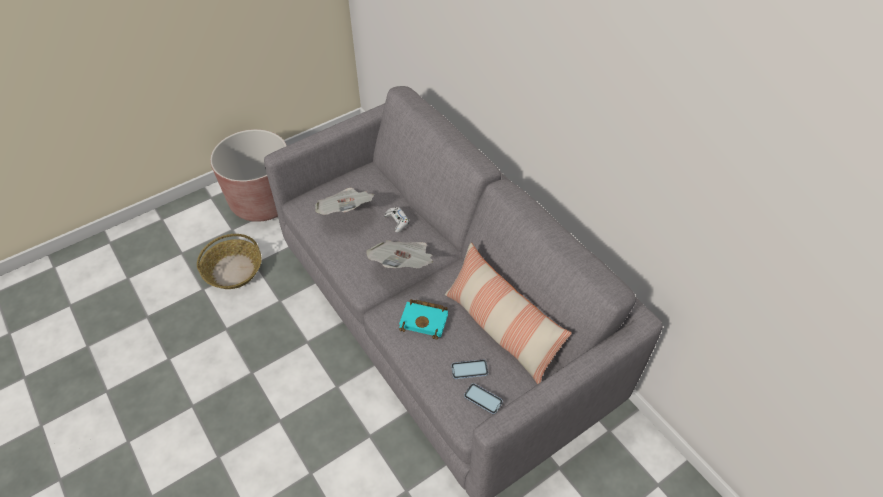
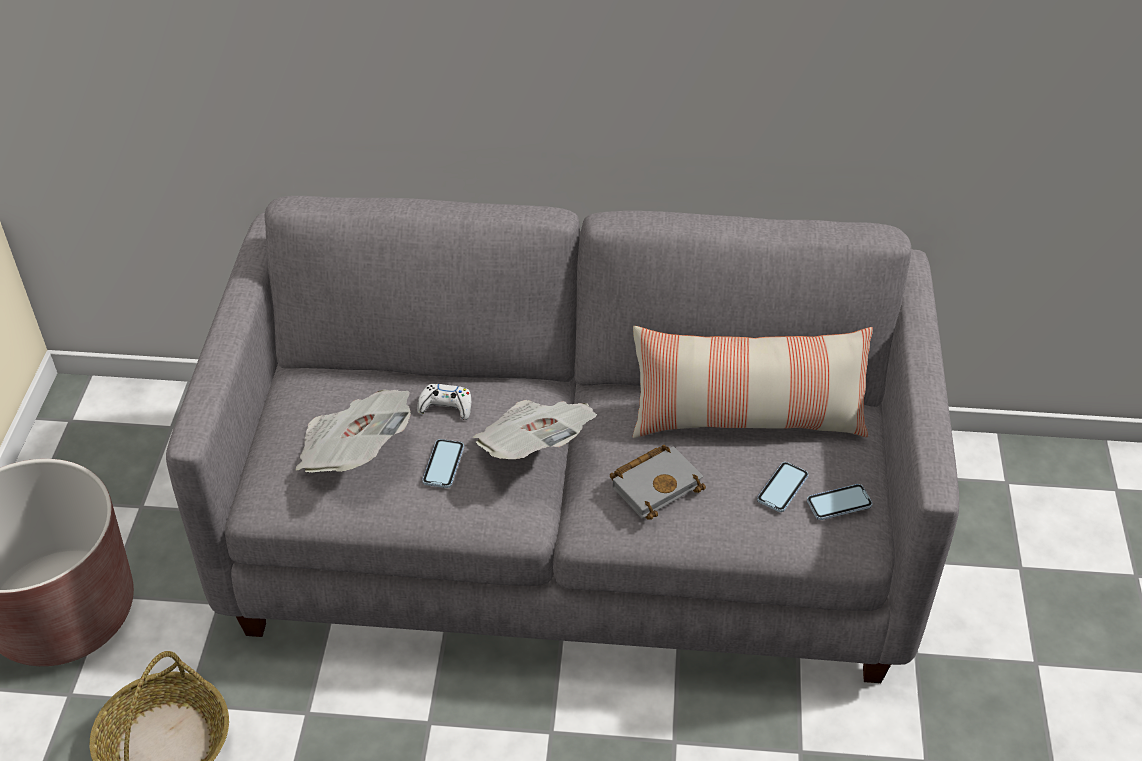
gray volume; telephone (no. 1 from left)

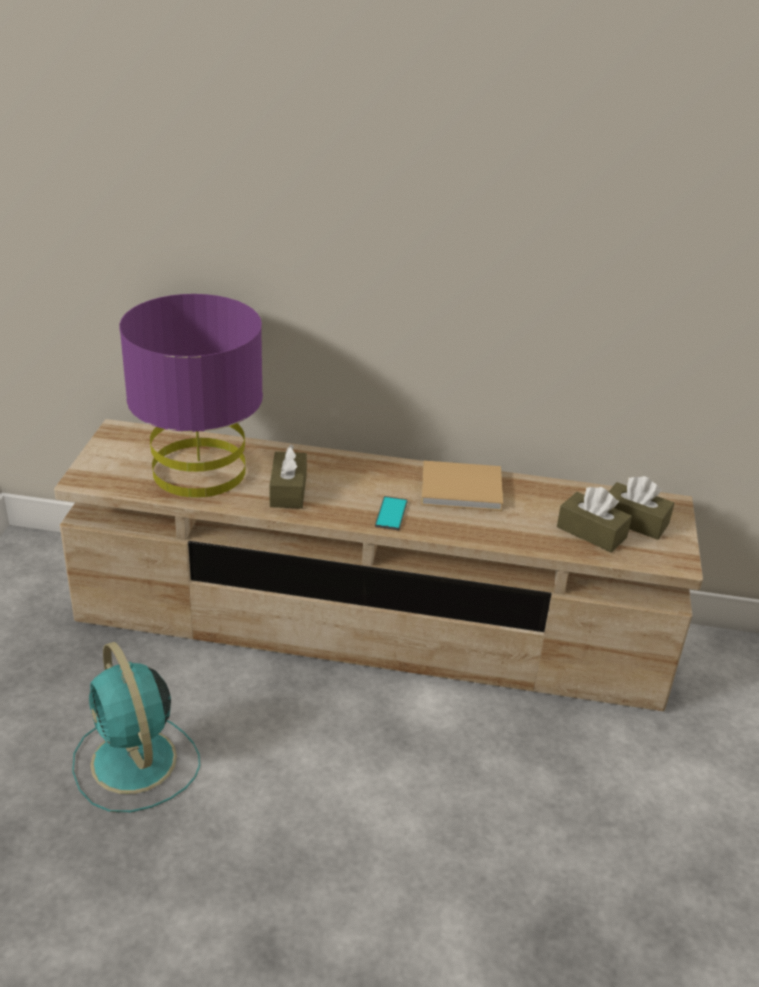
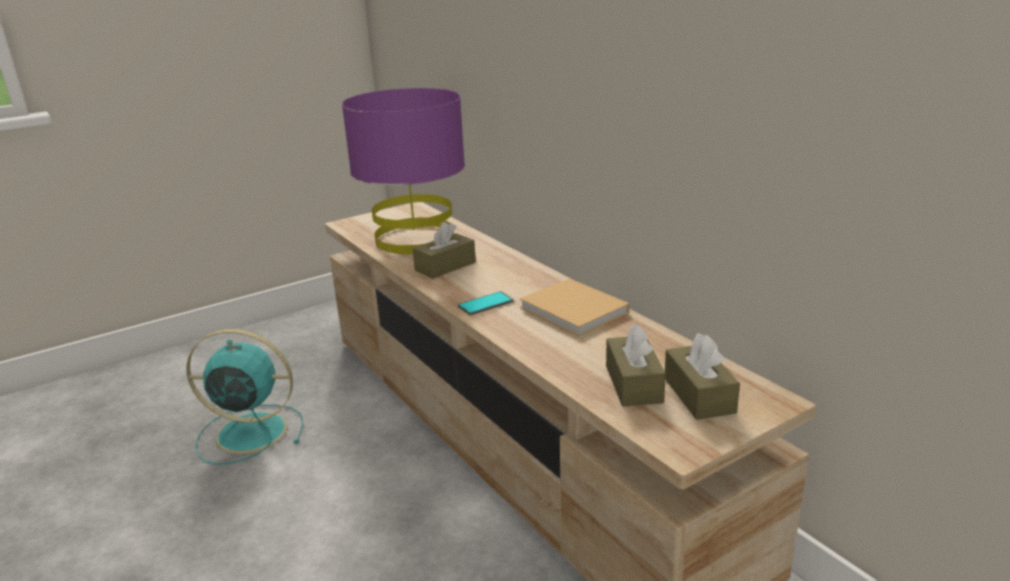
turquoise-coloured fan

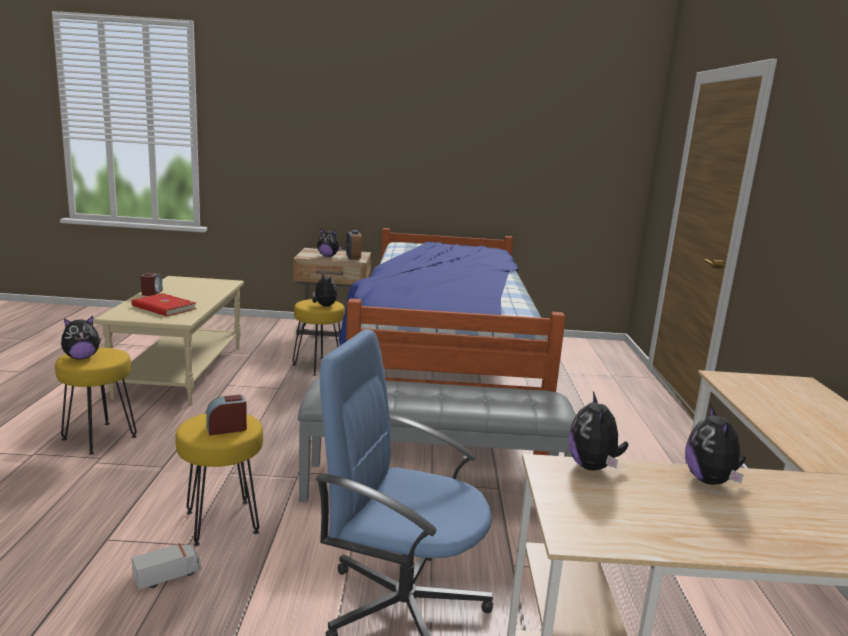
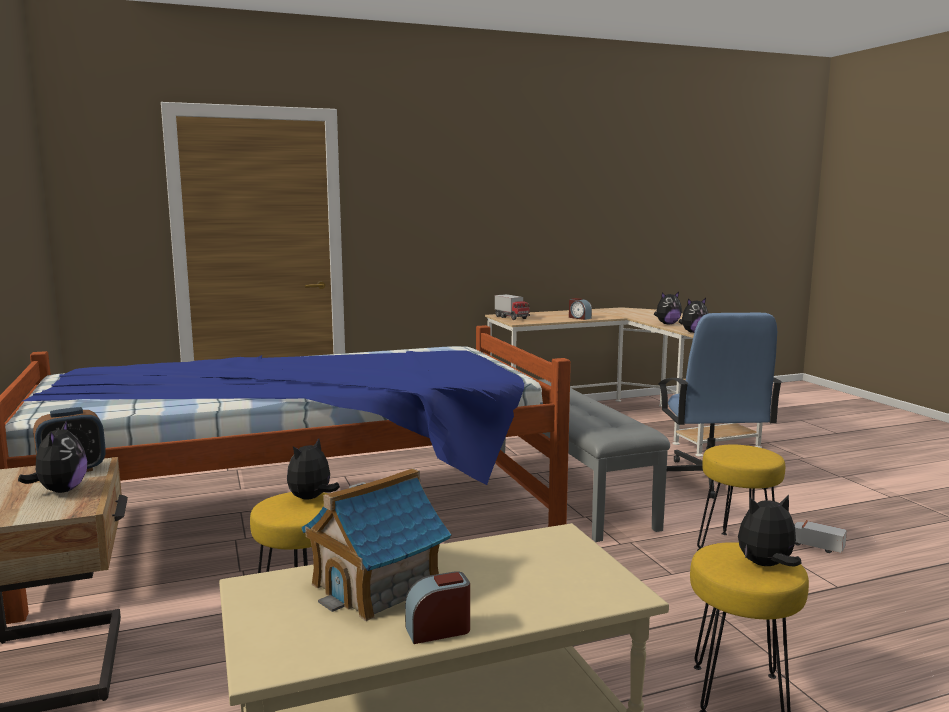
reddish volume; cuddly toy (no. 5 from left); alarm clock (no. 3 from left); toy truck (no. 1 from left); miniature house

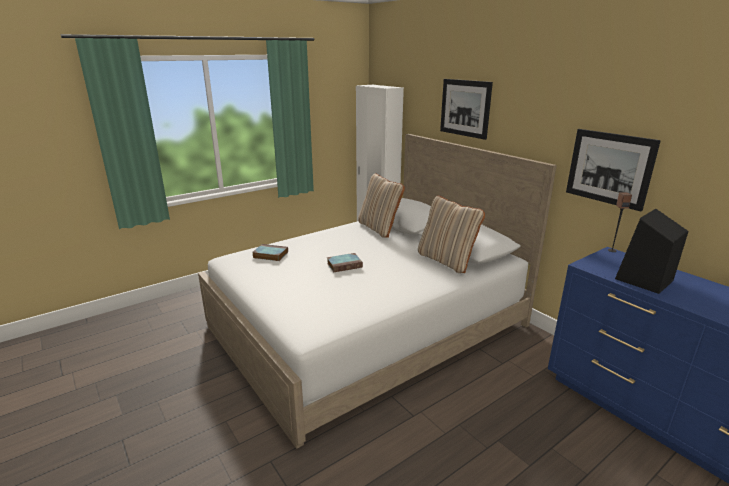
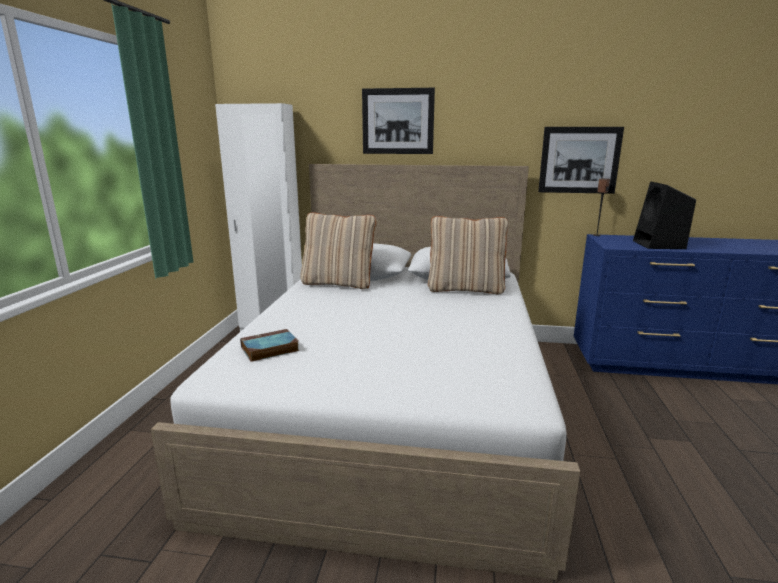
volume (no. 2 from left in the first image)

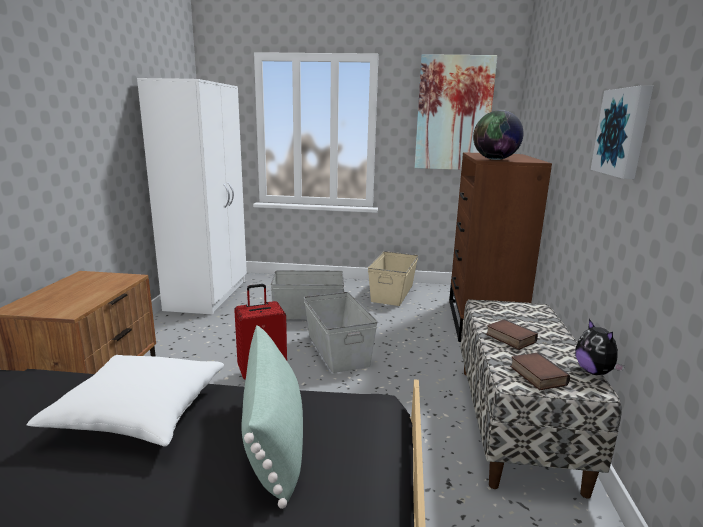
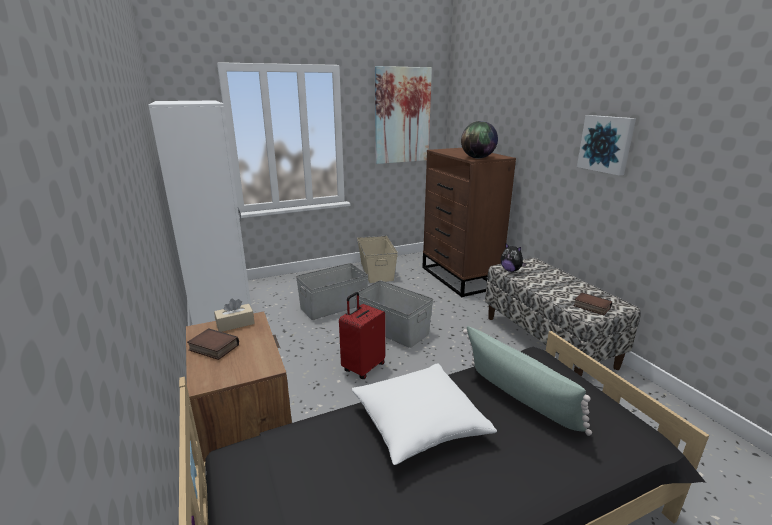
volume (no. 1 from left); cuddly toy; beige box of tissues

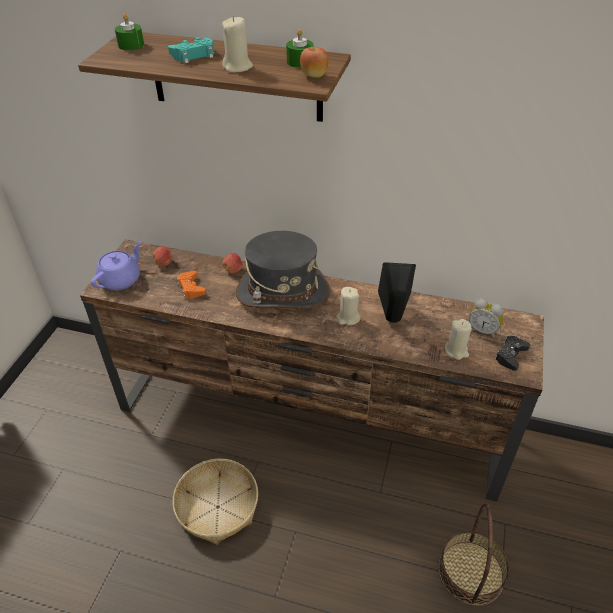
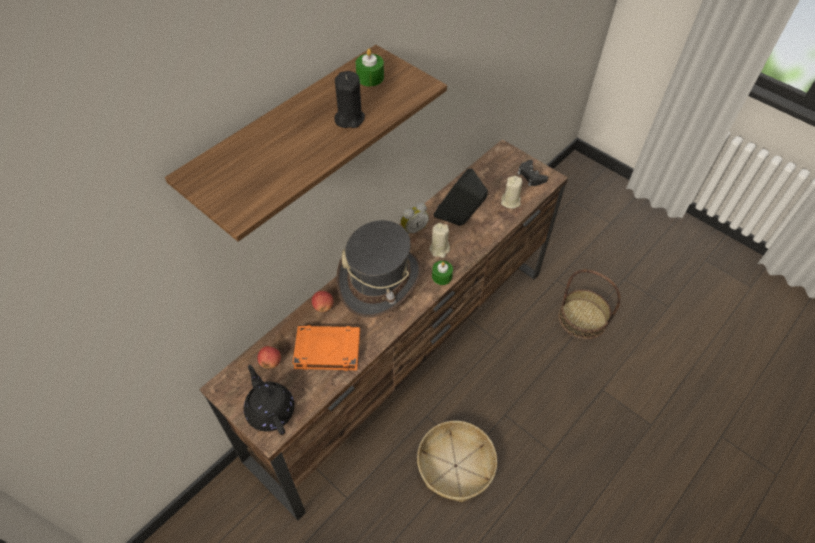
green candle (no. 2 from left); black candle; turquoise-coloured game controller; apple (no. 3 from left in the first image); black pot for tea; orange volume; alarm clock

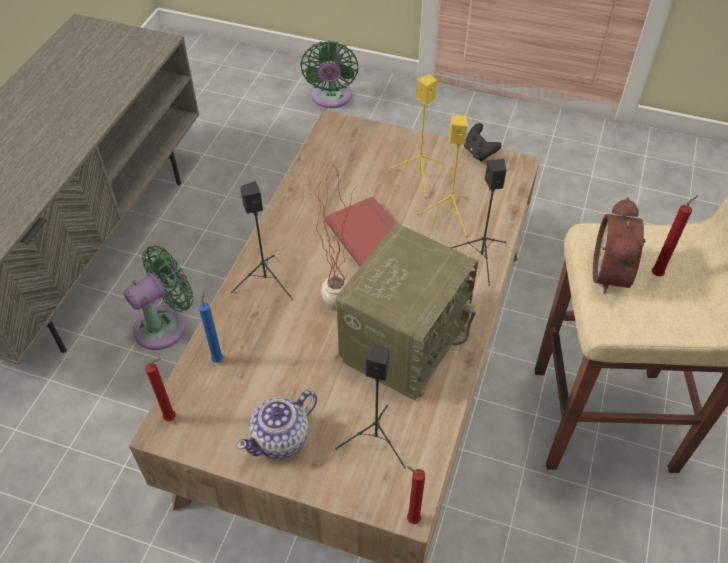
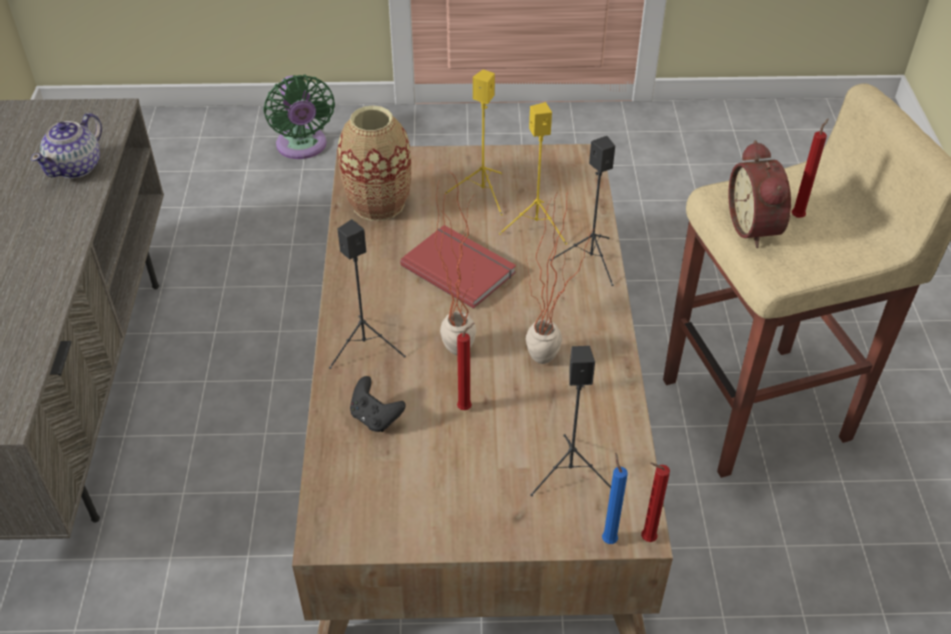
black game controller; houseplant (no. 2 from left); green fan (no. 1 from left in the first image); bluish candle; reddish candle (no. 1 from left); pot for tea; vase

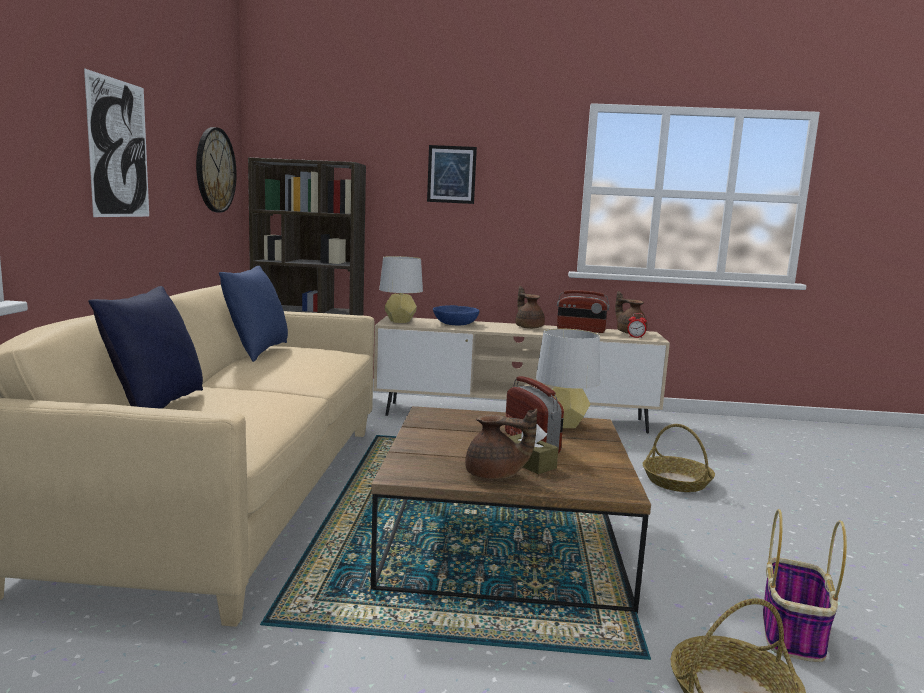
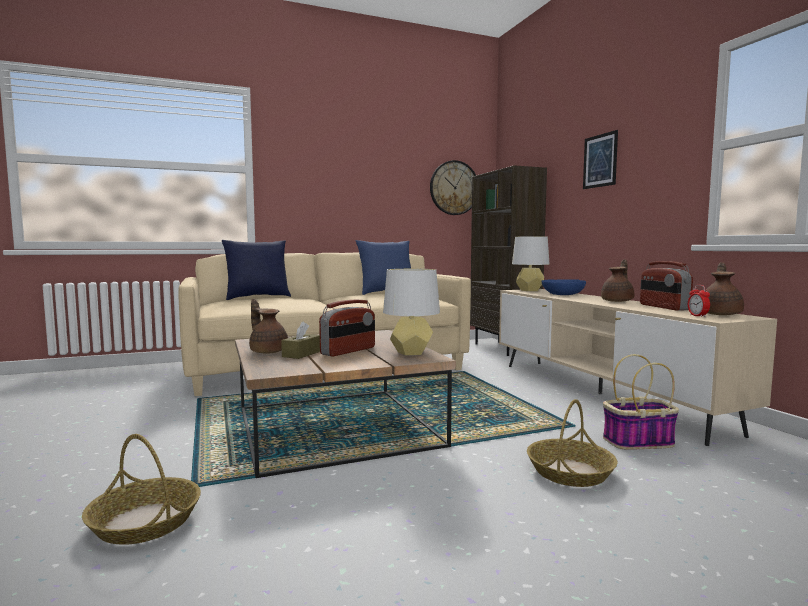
wall picture (no. 1 from left in the first image); brown pot for tea (no. 1 from left); storage basket (no. 3 from left)

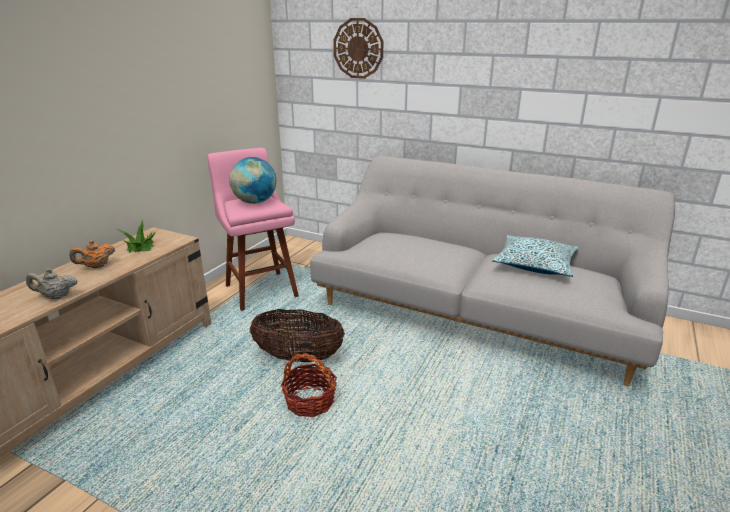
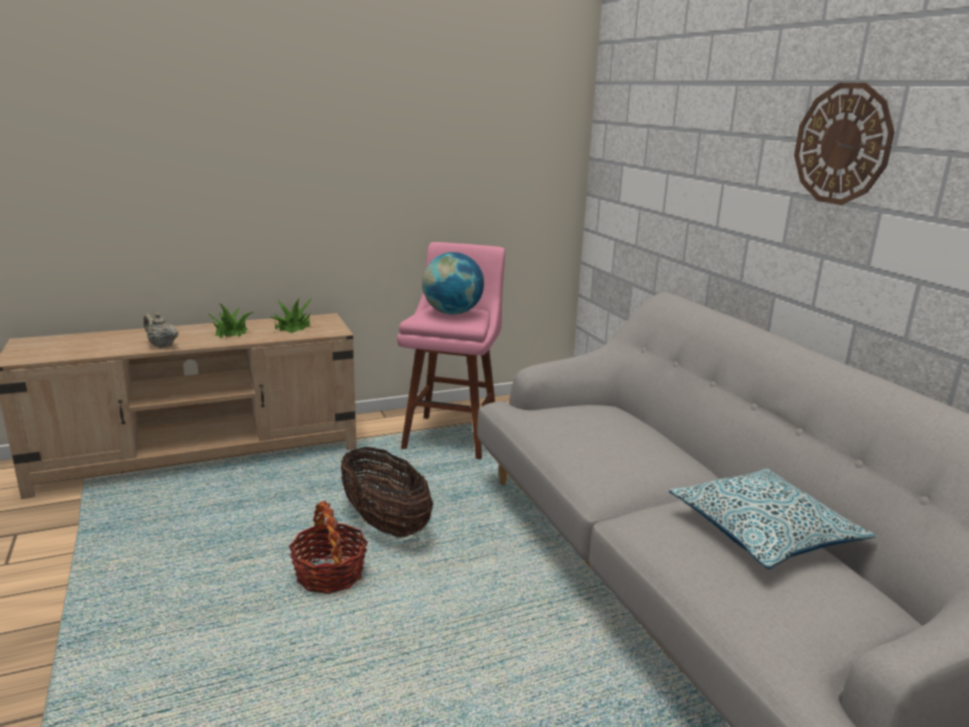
hanging clock; houseplant (no. 1 from left)

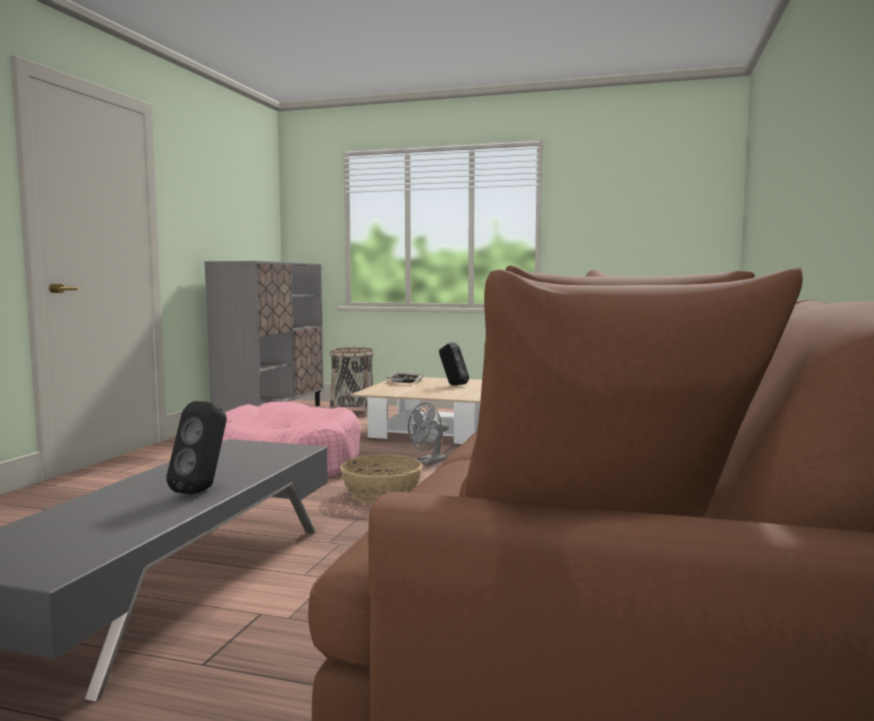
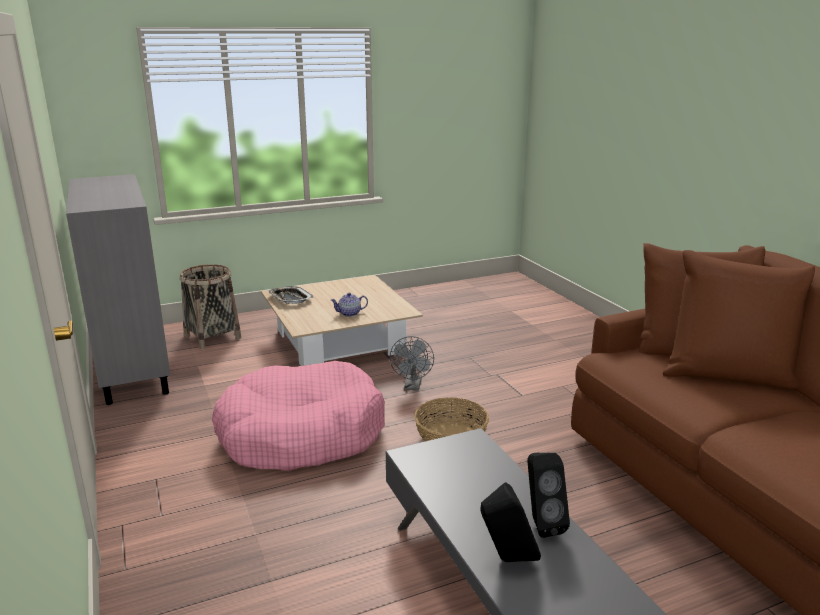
black loudspeaker (no. 1 from left); pot for tea

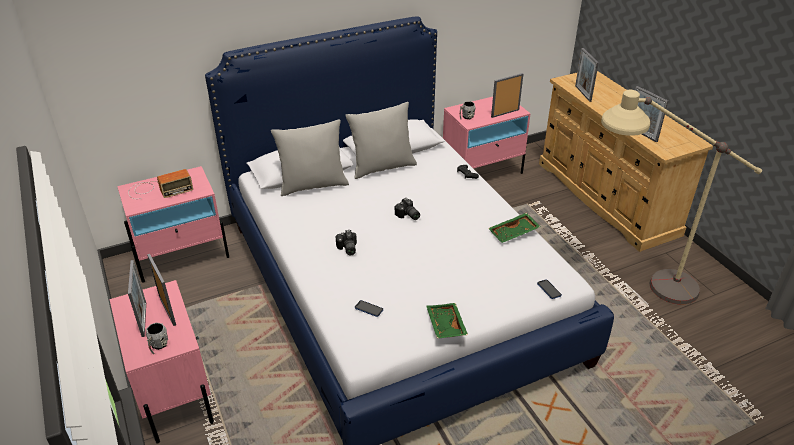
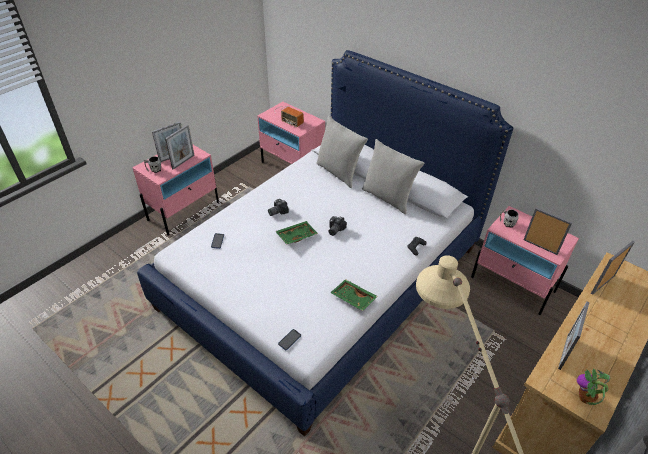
green carrying tray (no. 1 from left); houseplant

